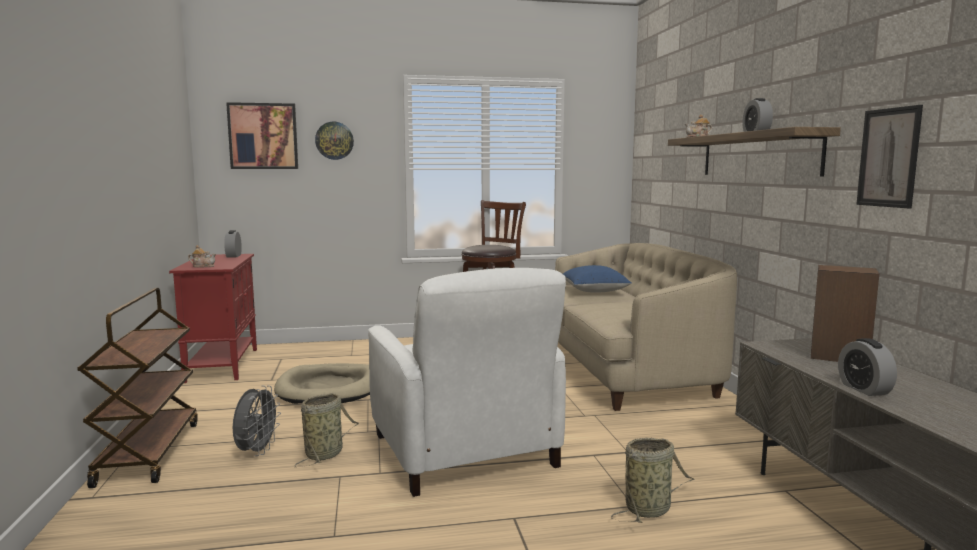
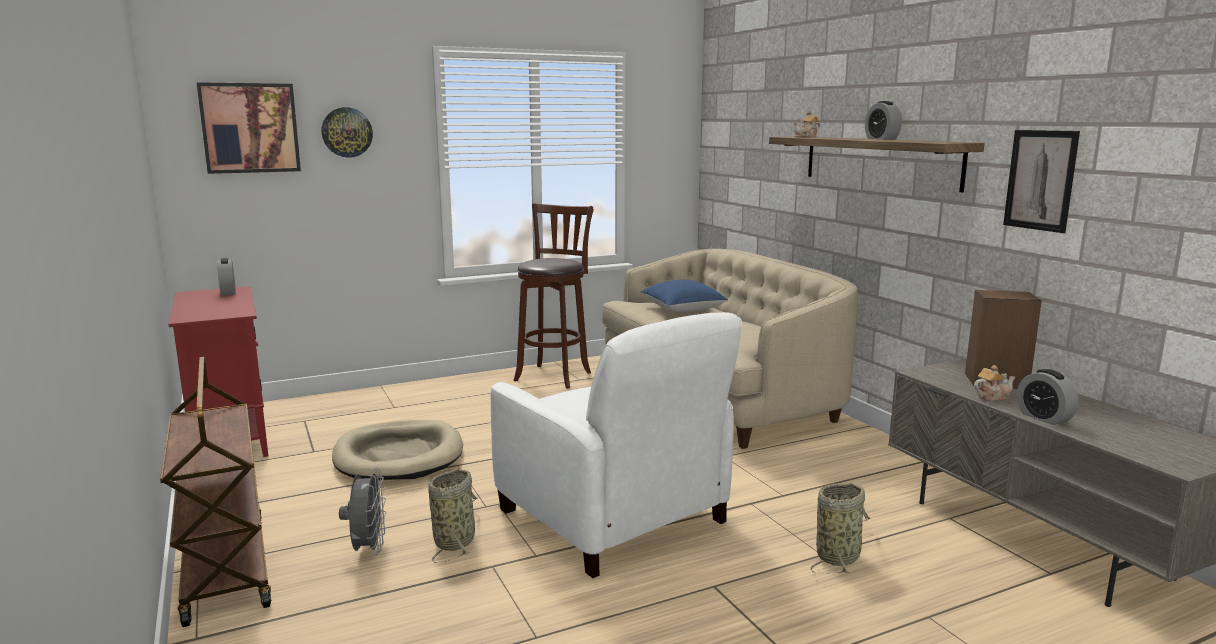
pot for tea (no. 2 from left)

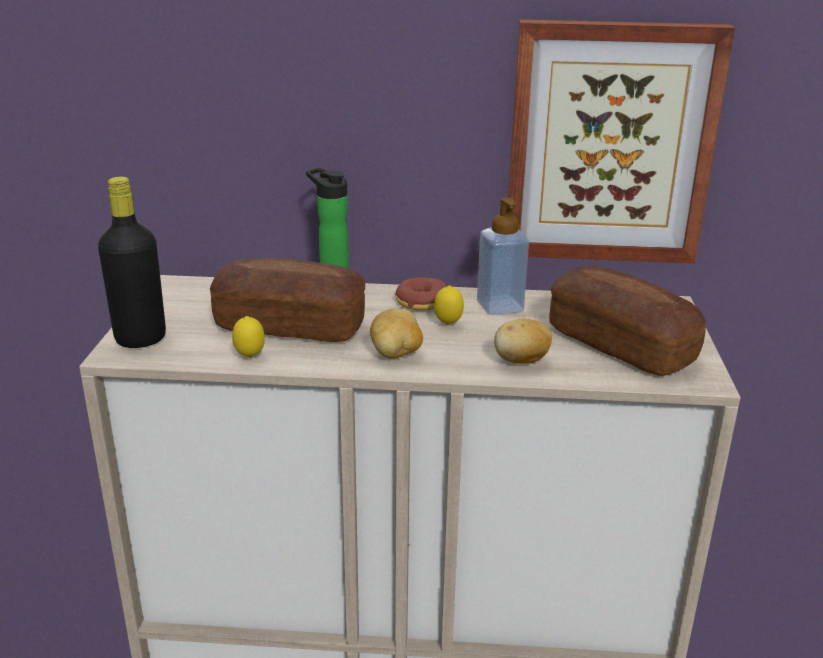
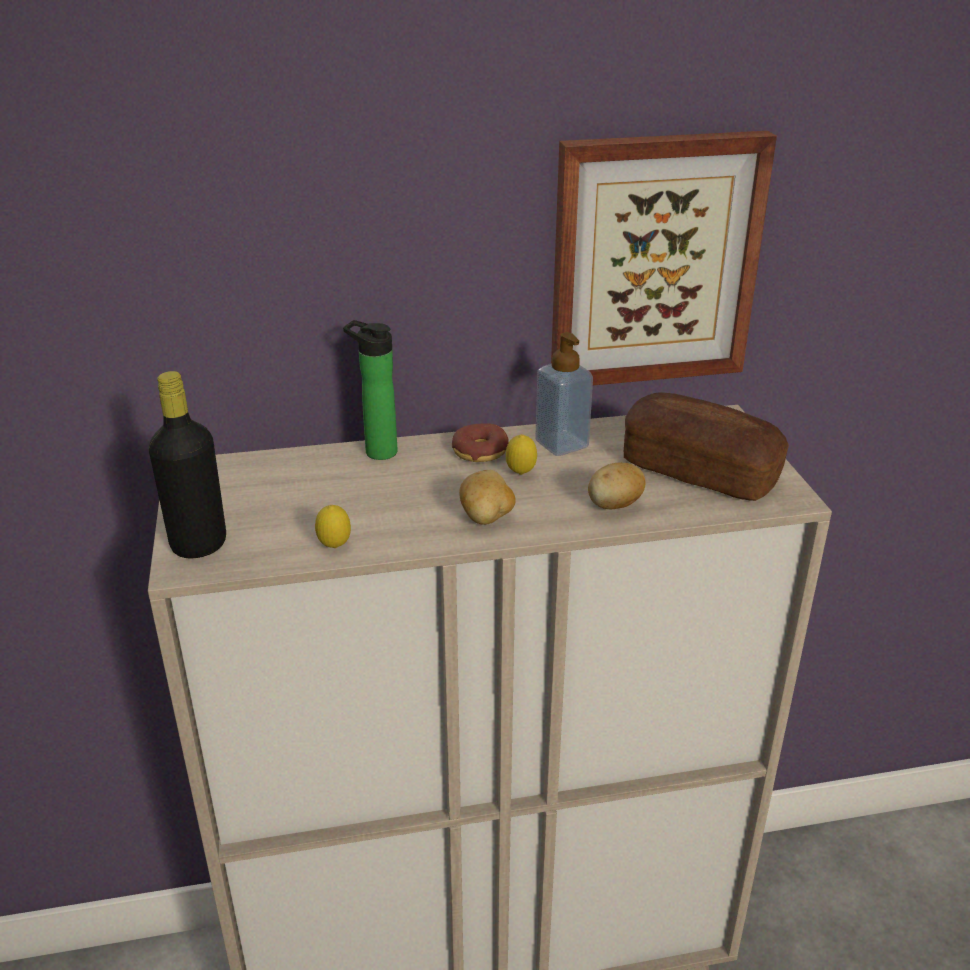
baked bread (no. 1 from left in the first image)

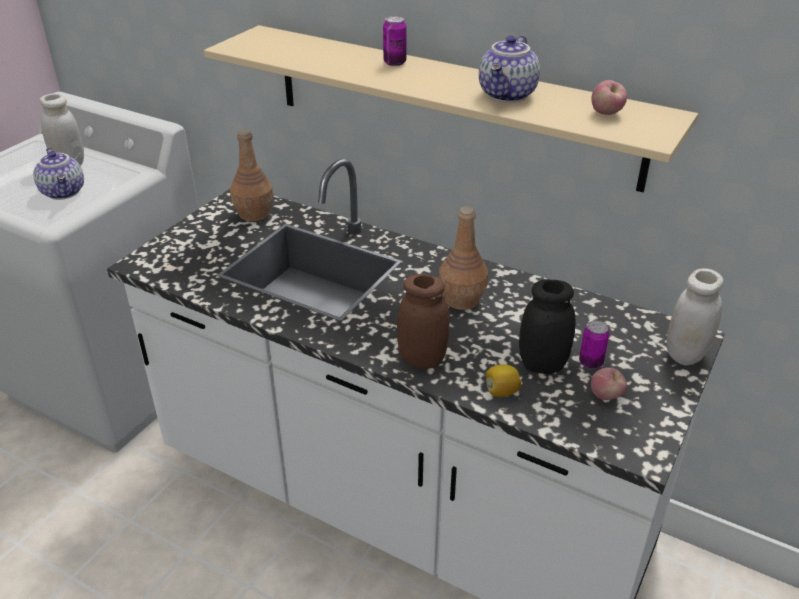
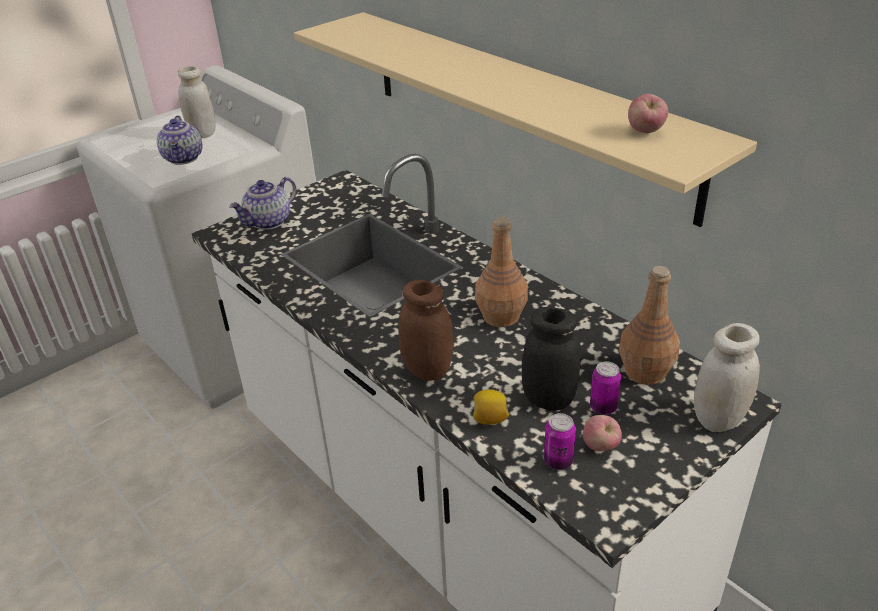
metal can (no. 1 from left); pot for tea (no. 2 from left); brown beverage bottle (no. 2 from left)

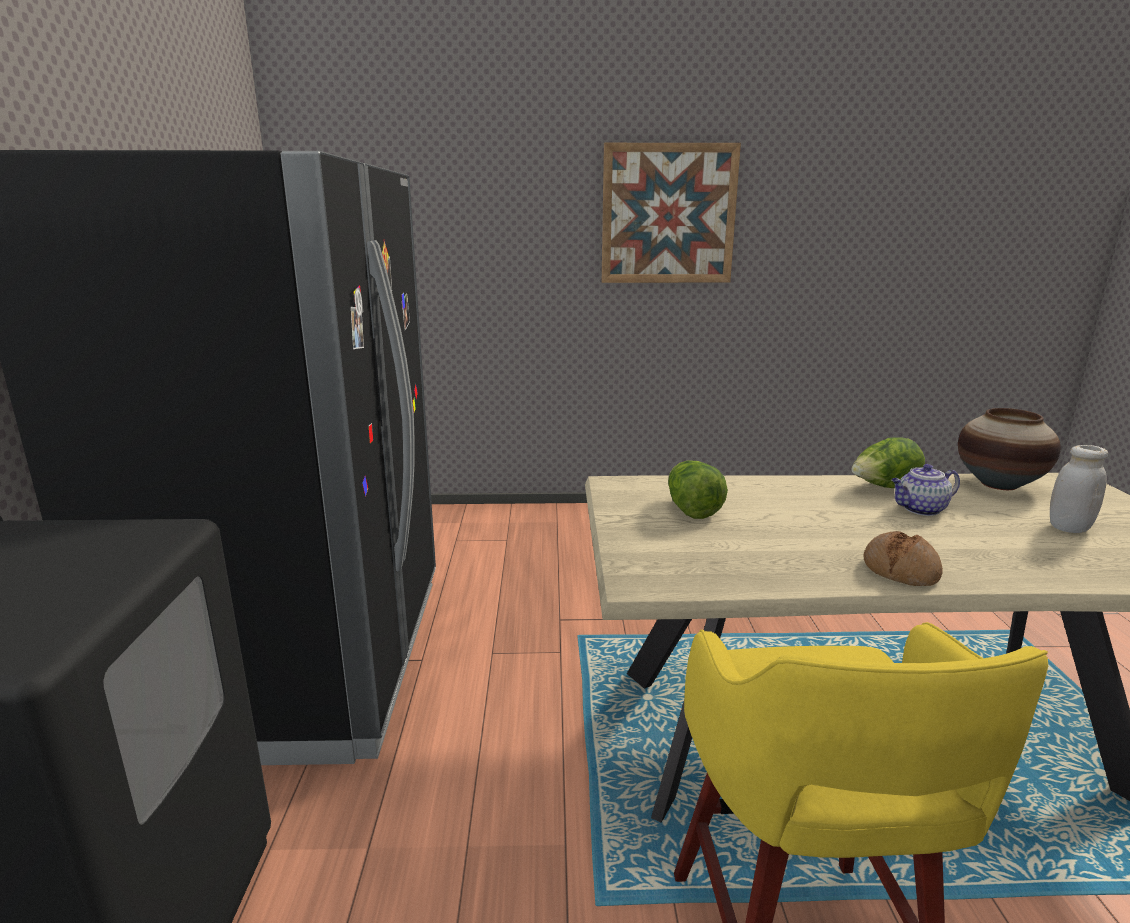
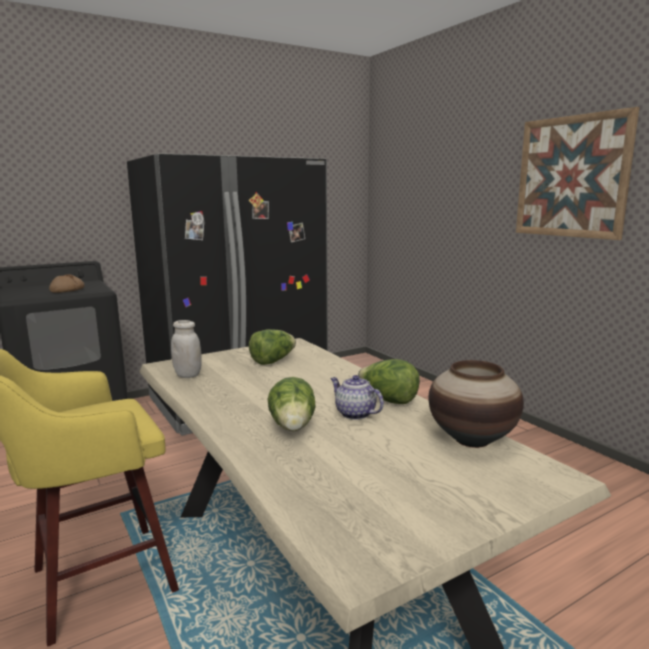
white-coloured jar; baked bread; lettuce head (no. 2 from left)

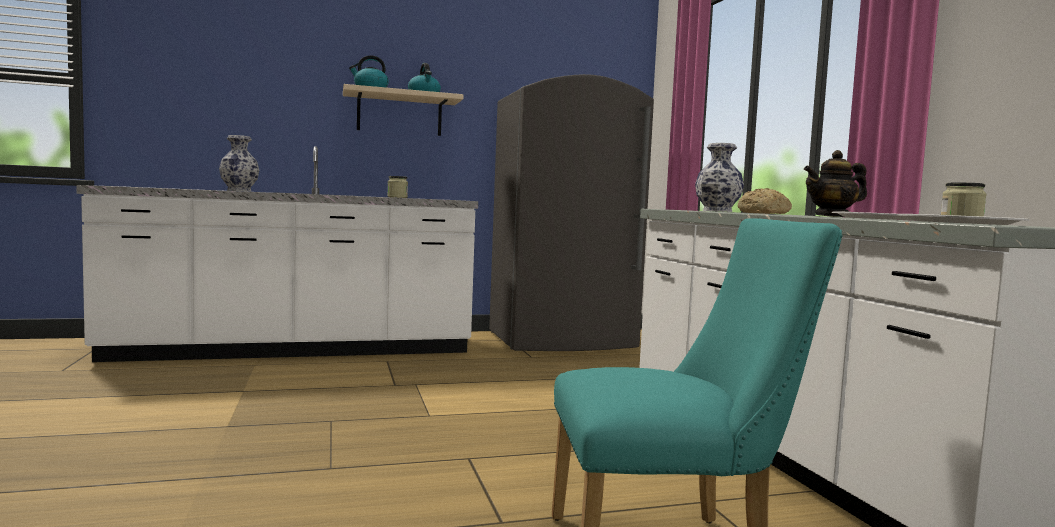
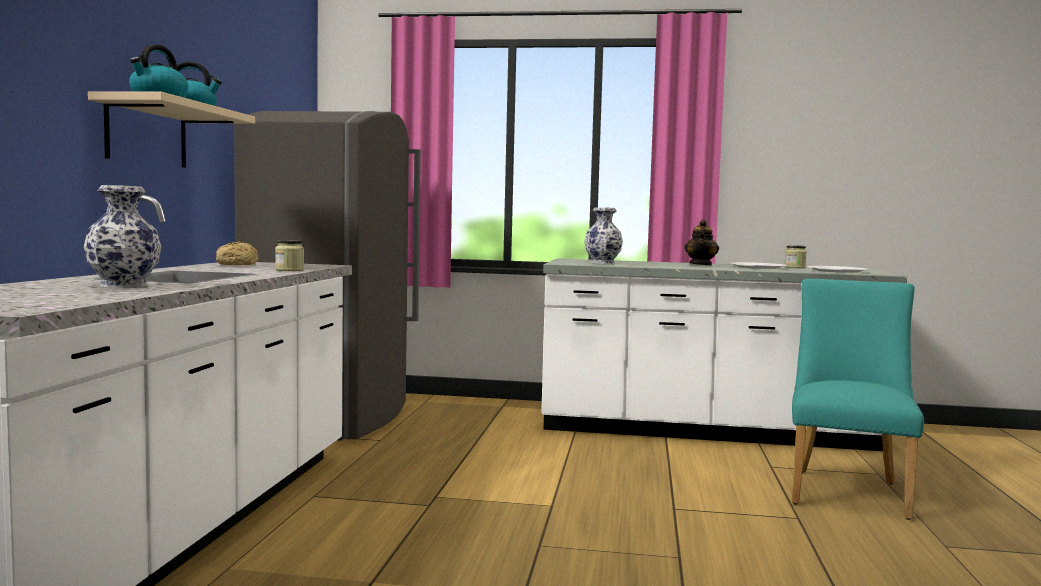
baked bread

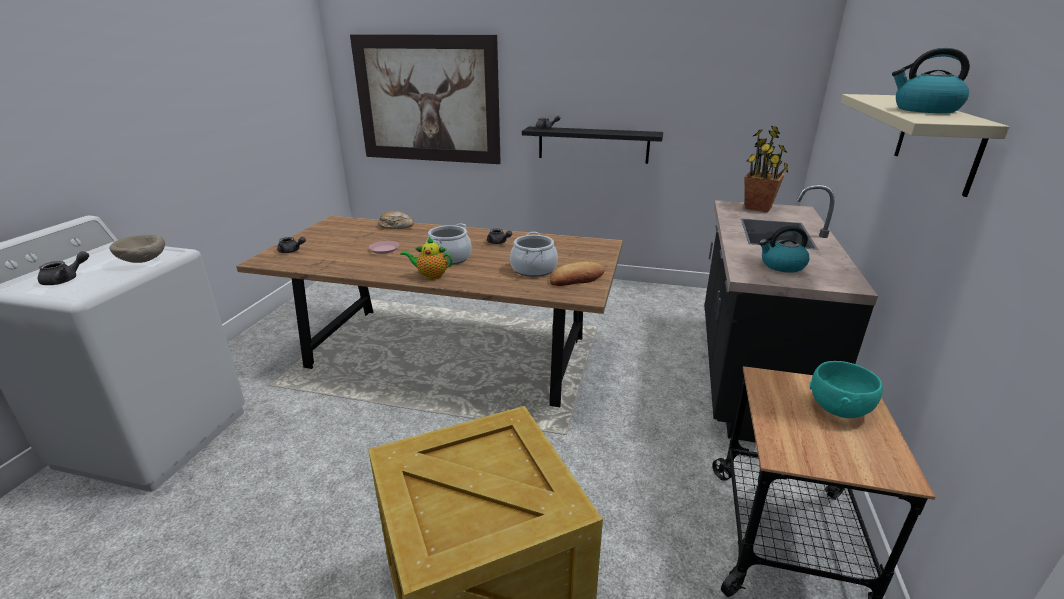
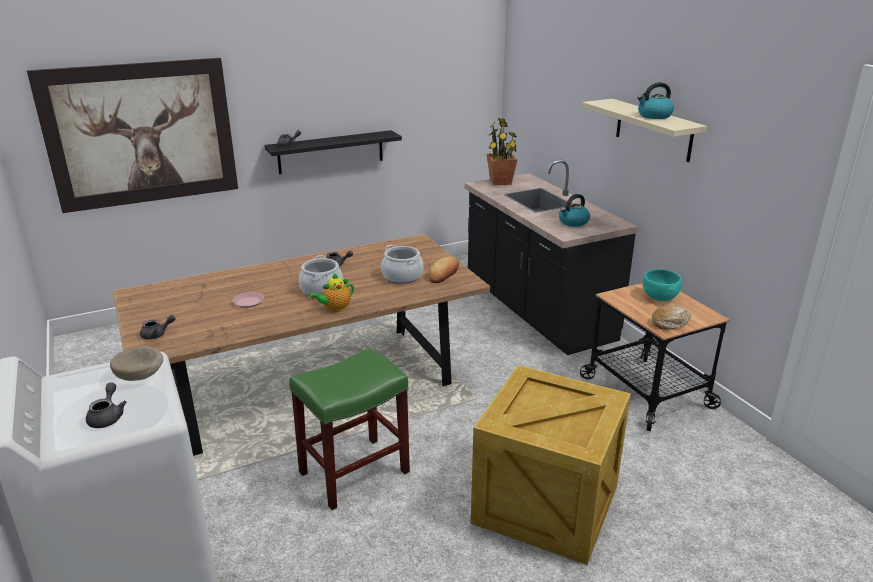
baked bread (no. 2 from left); green stool

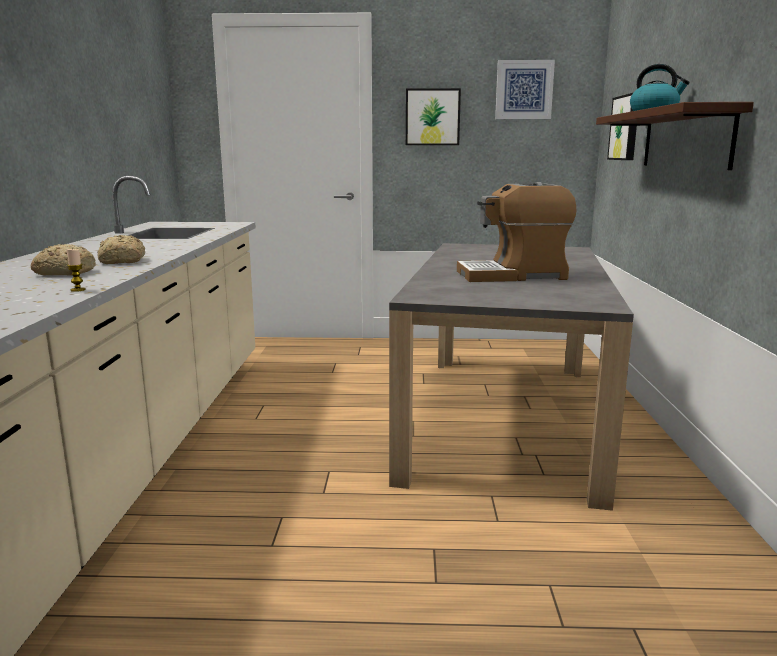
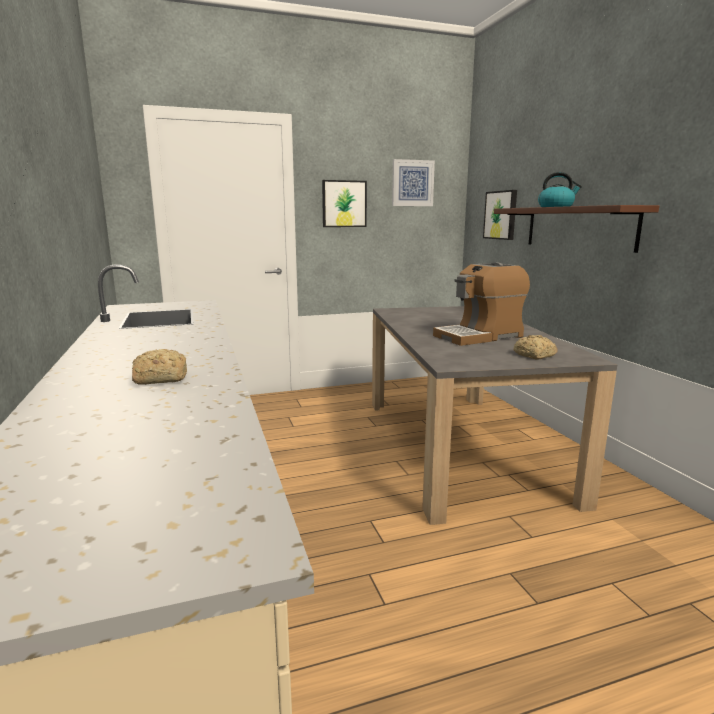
baked bread (no. 2 from left); candle

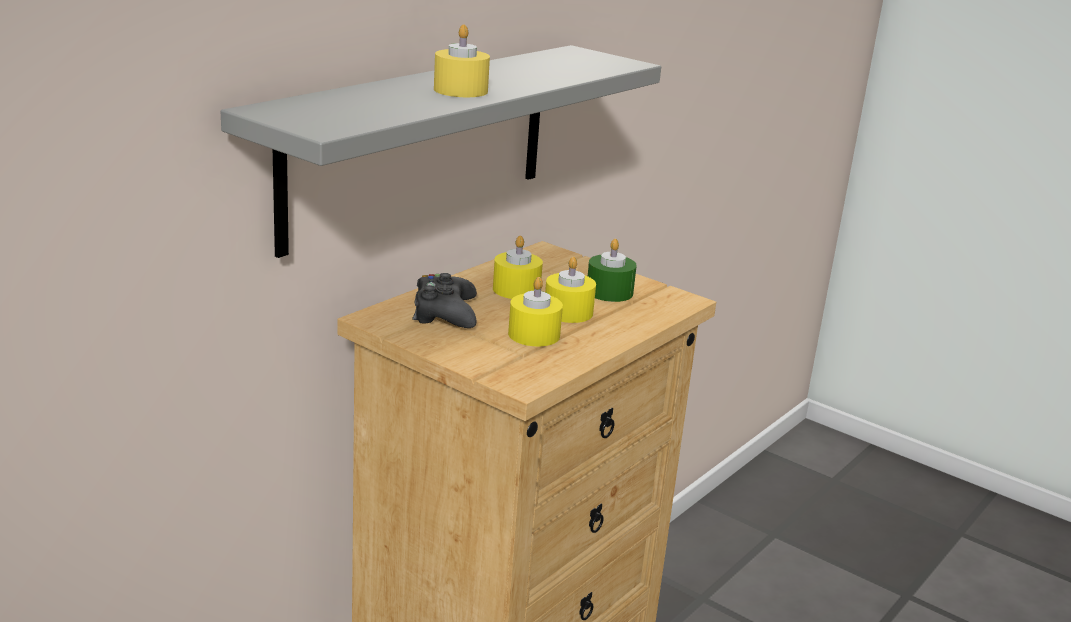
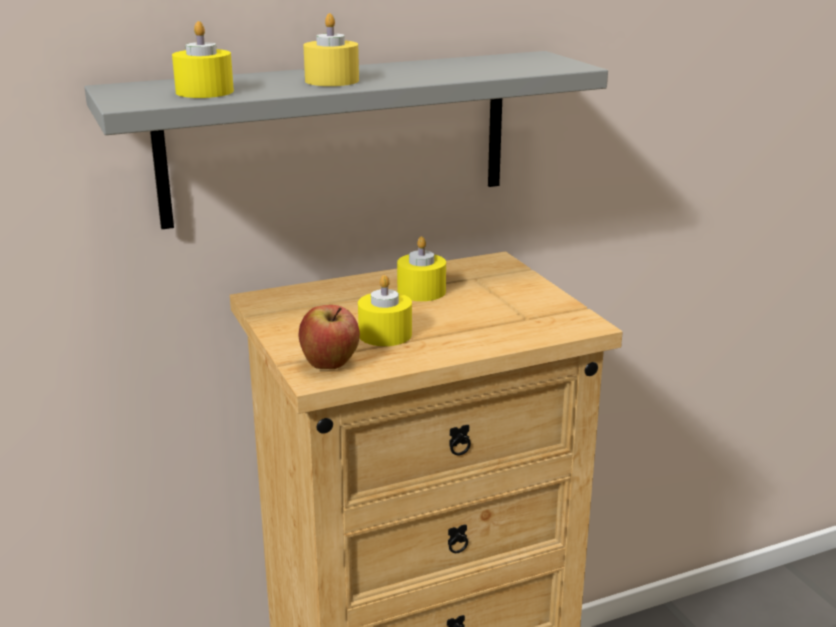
green candle; yellowish candle (no. 1 from left); black game controller; apple

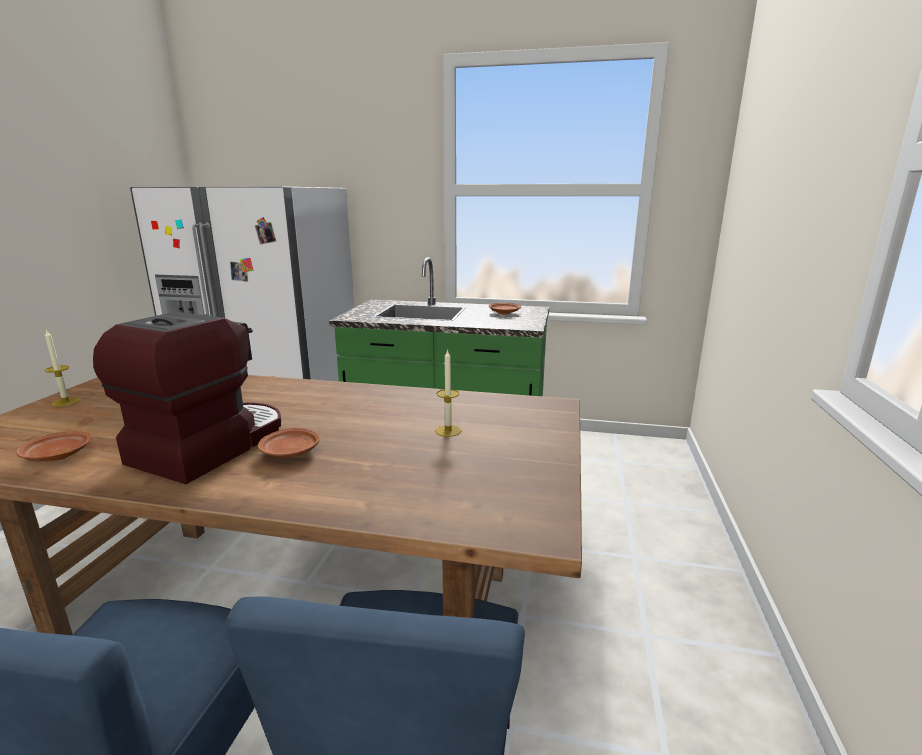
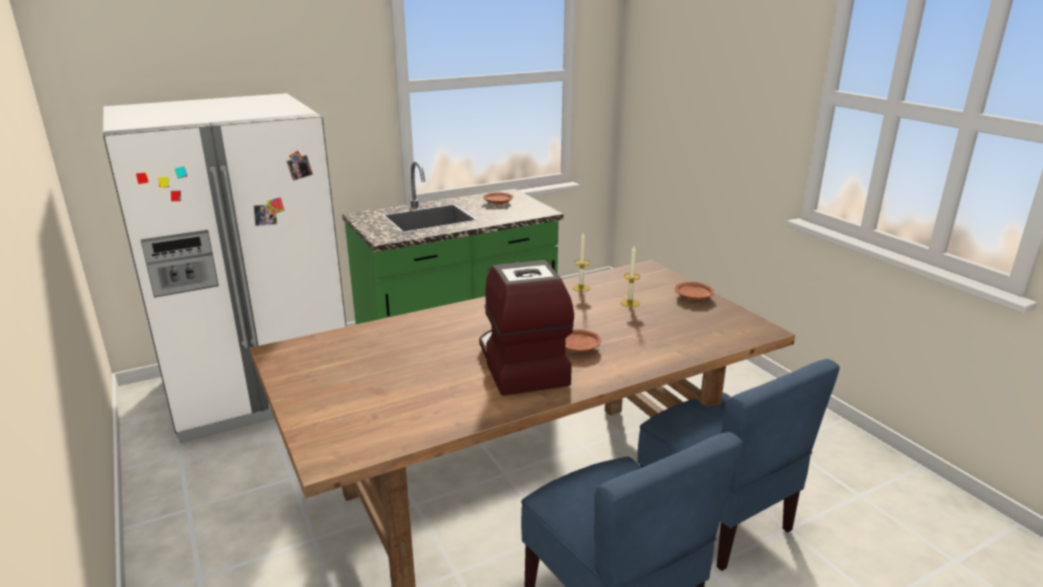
candle (no. 1 from left); brown plate (no. 3 from left)

